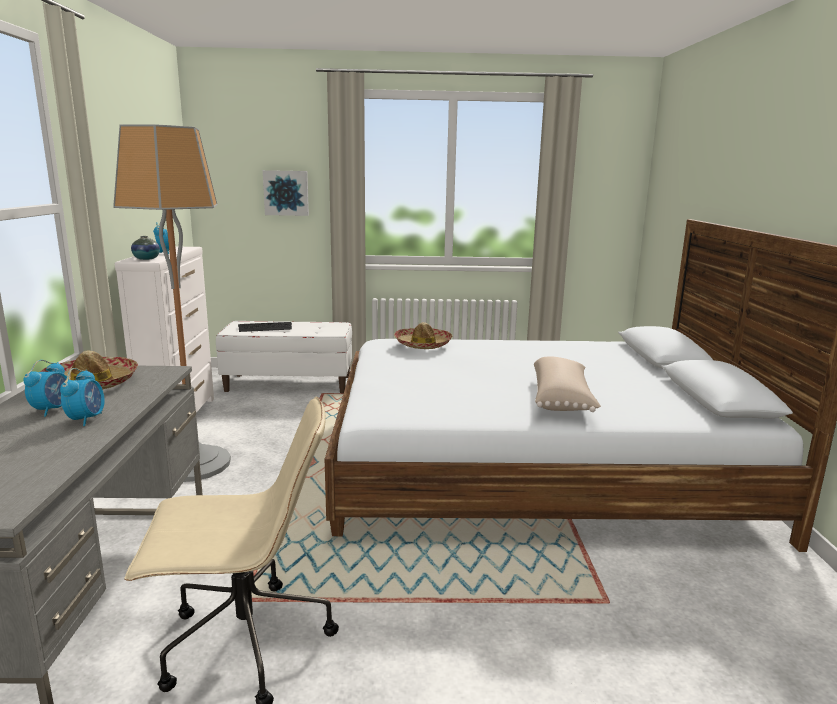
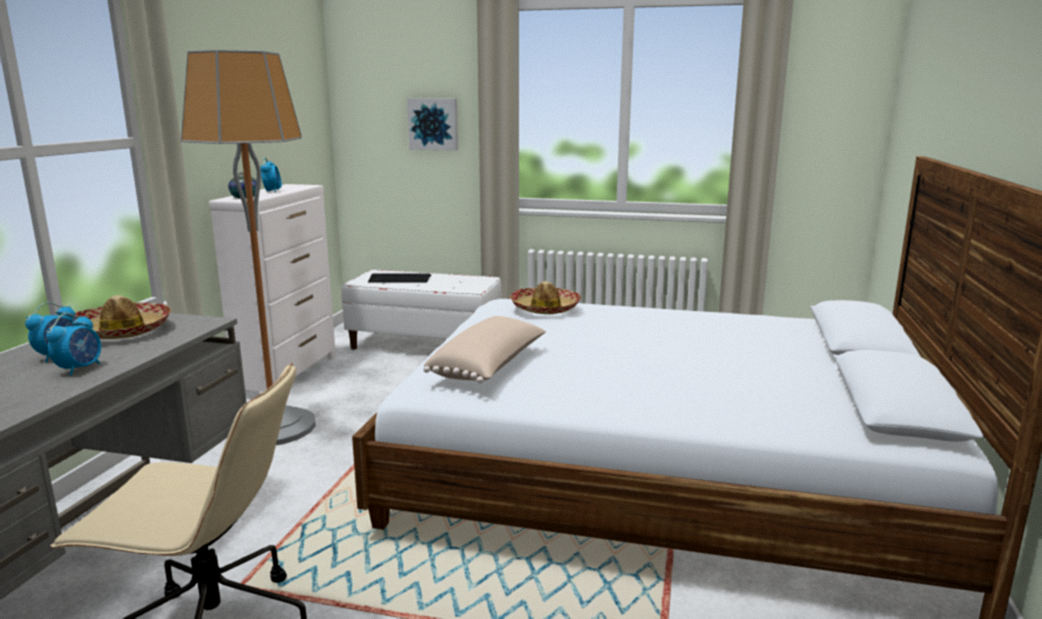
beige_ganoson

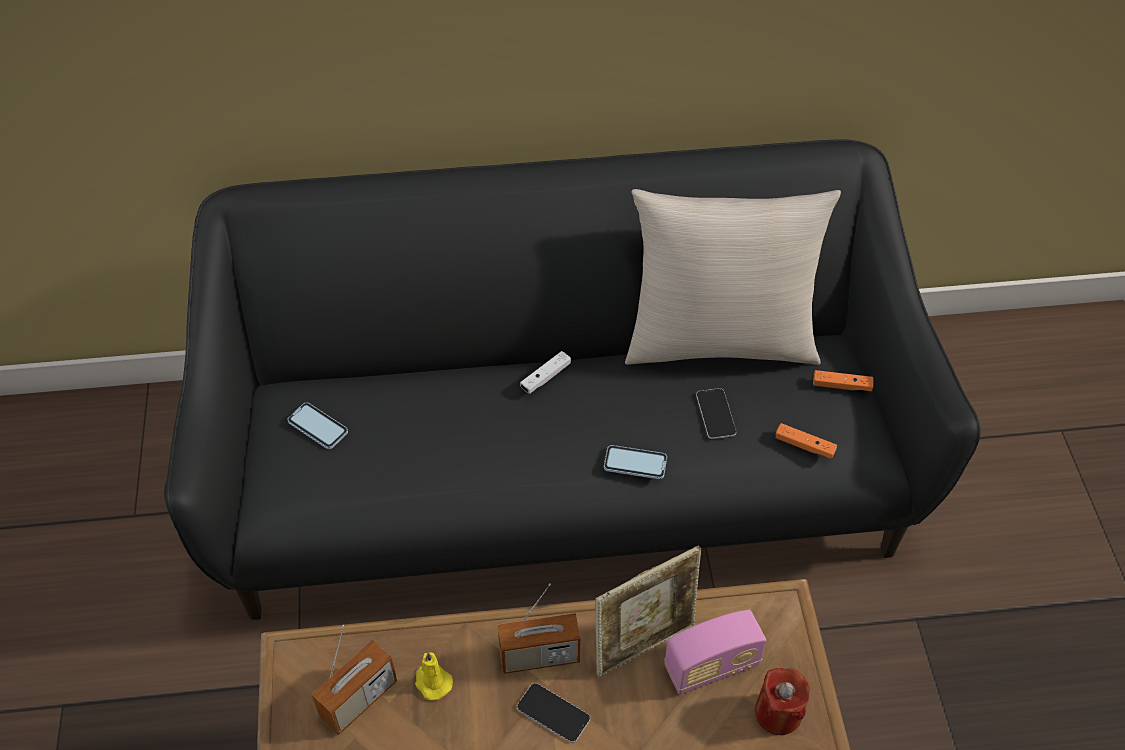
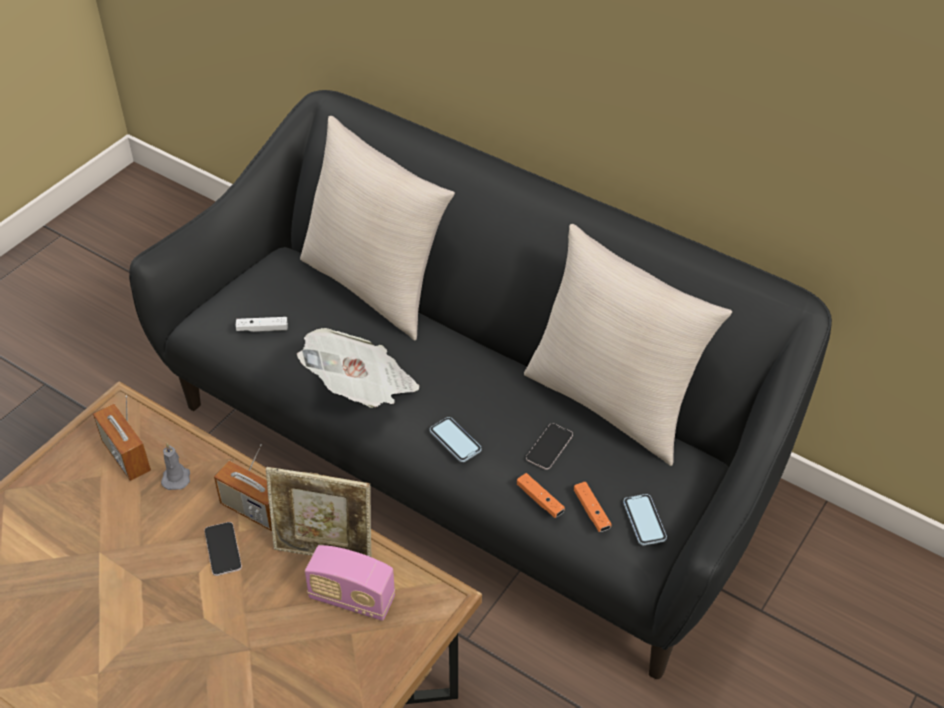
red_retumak
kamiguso
beige_ganoson (1st from left)
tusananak (4th from left)
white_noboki
orange_noboki (1st from left)
grey_retumak
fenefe (1st from left)

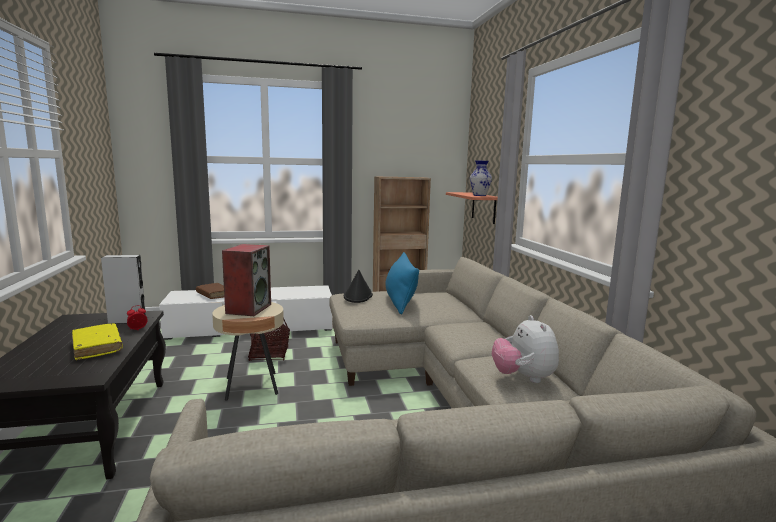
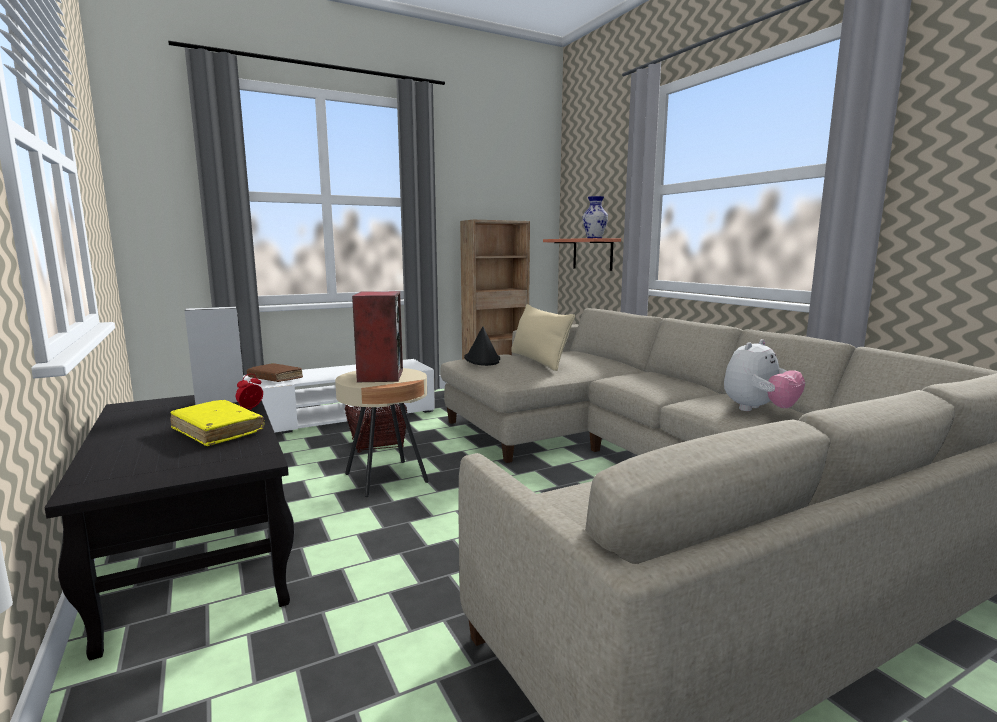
beige_ganoson
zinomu

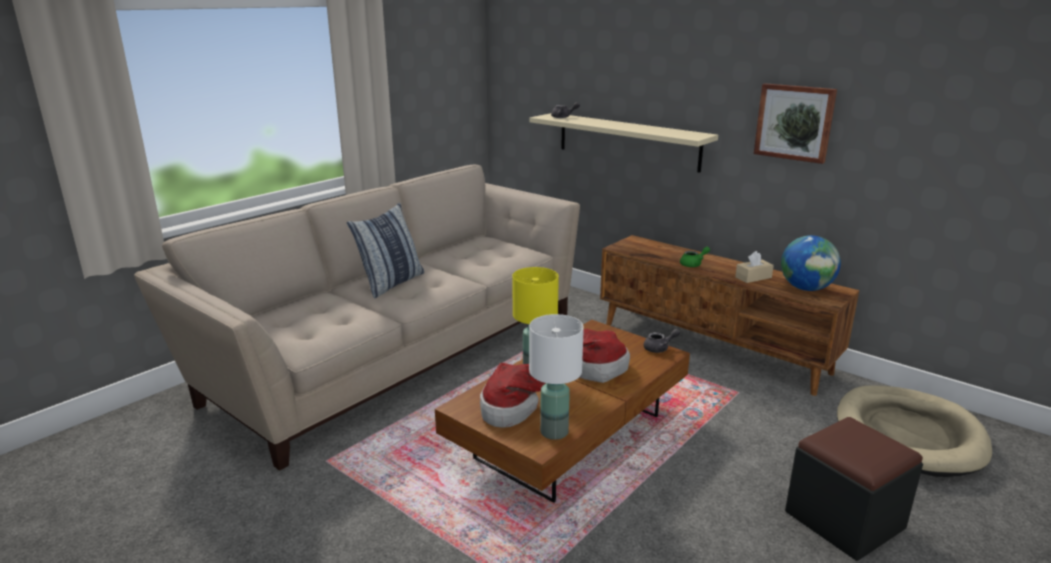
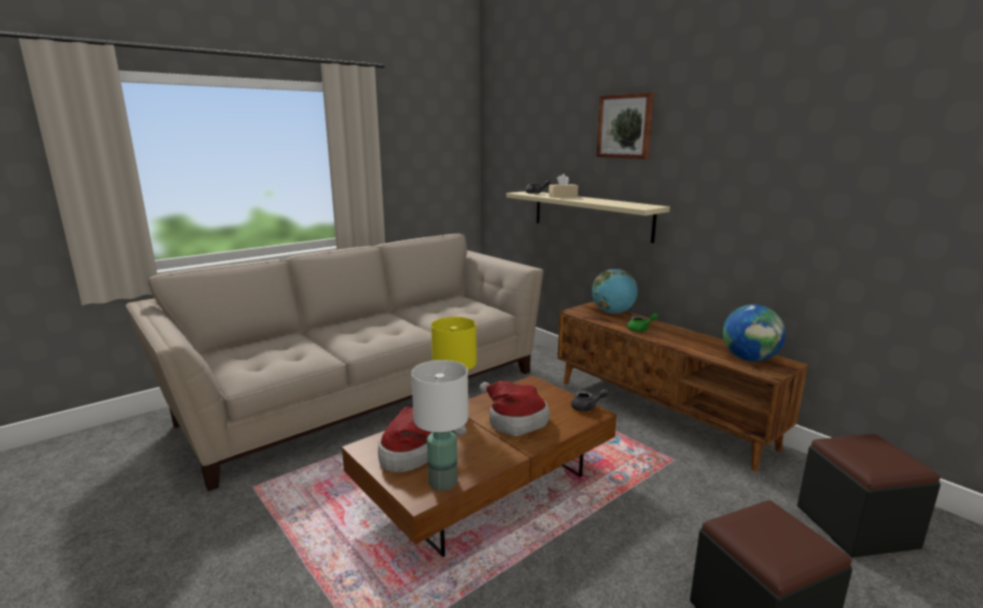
ganoson
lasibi (1st from left)
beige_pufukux
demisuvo
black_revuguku (2nd from left)

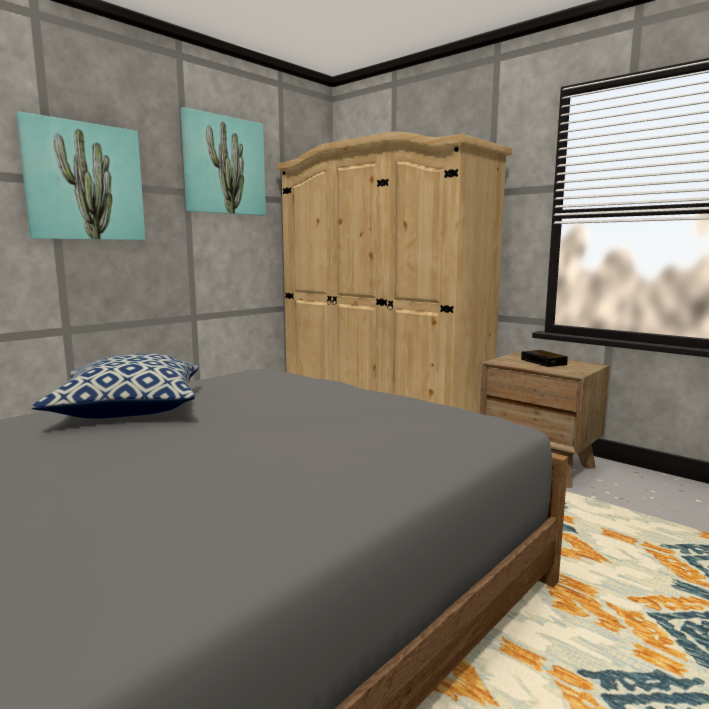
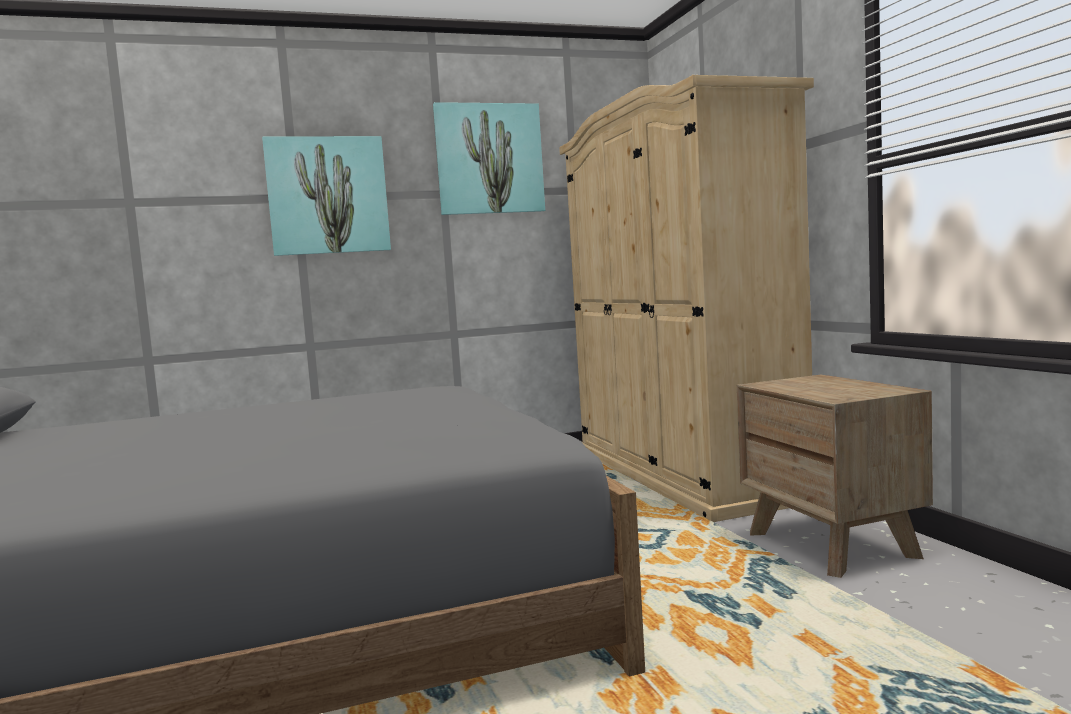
ganoson
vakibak

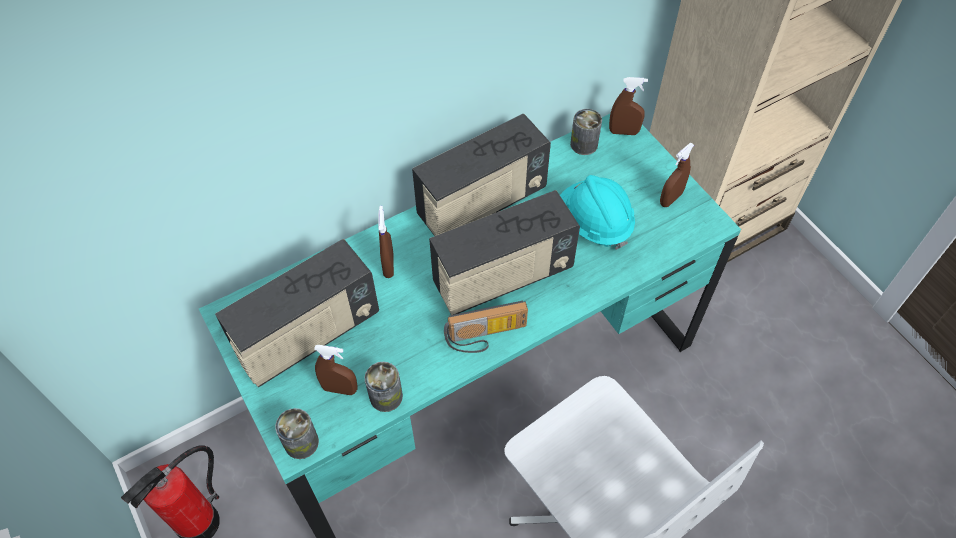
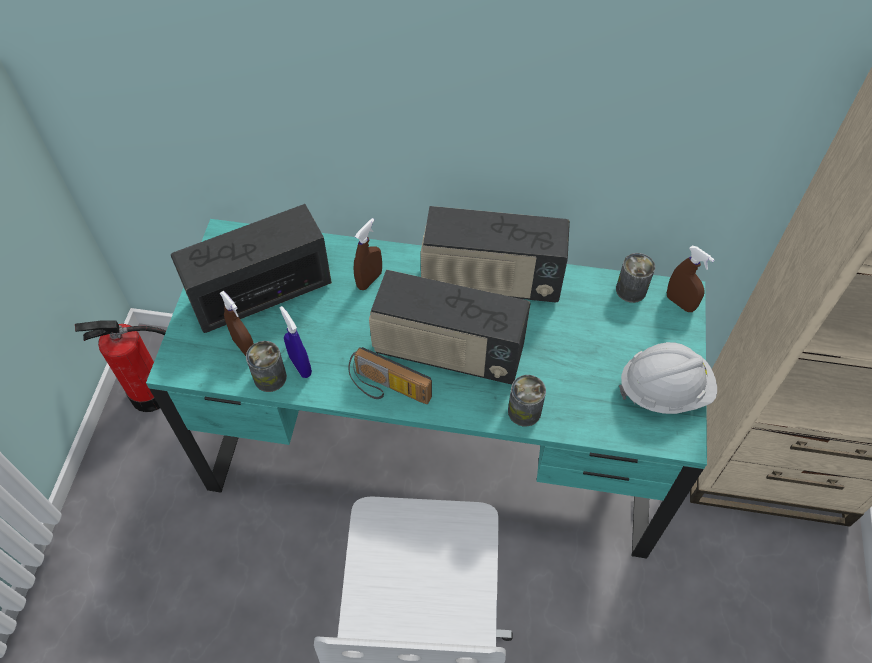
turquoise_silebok
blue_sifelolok
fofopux (2nd from left)
white_silebok
fenefe (1st from left)

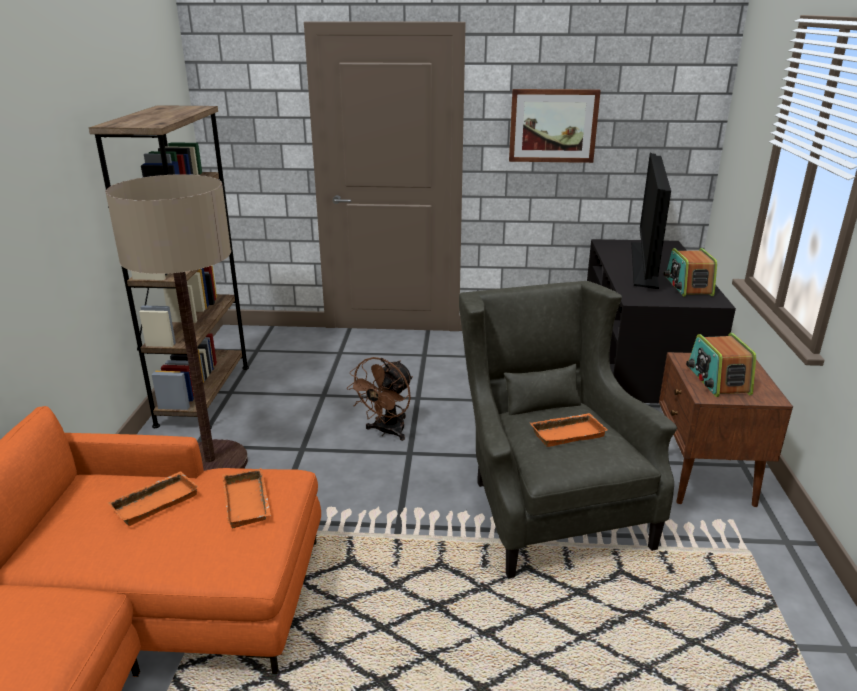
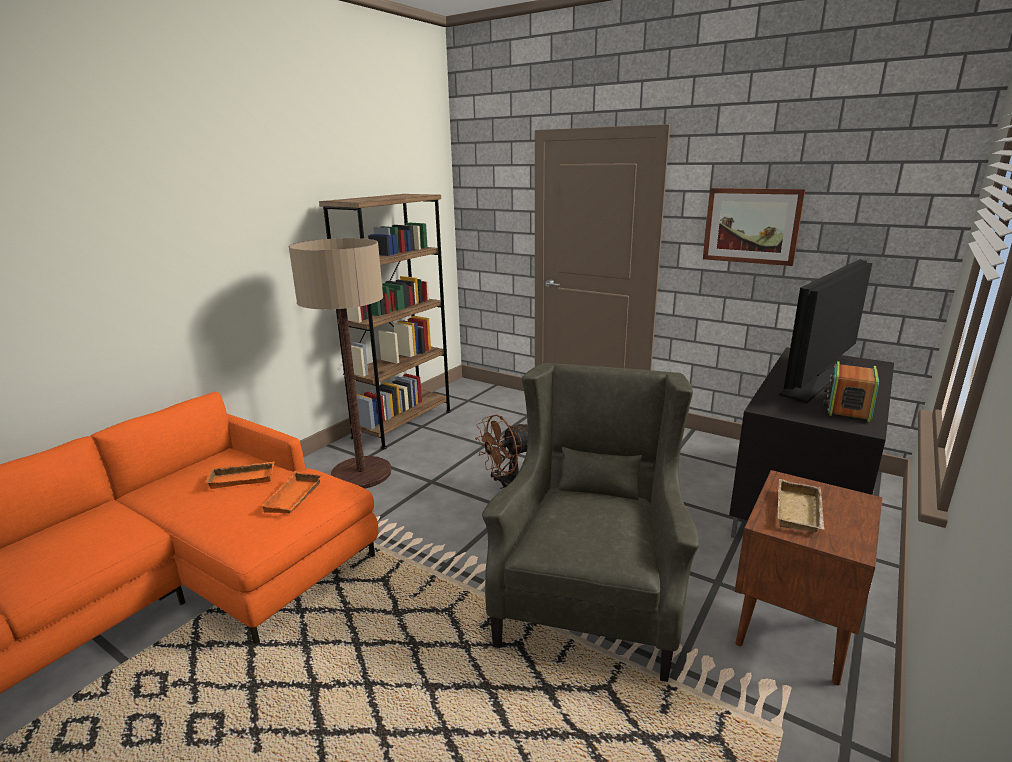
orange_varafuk (3rd from left in the first image)
beige_varafuk

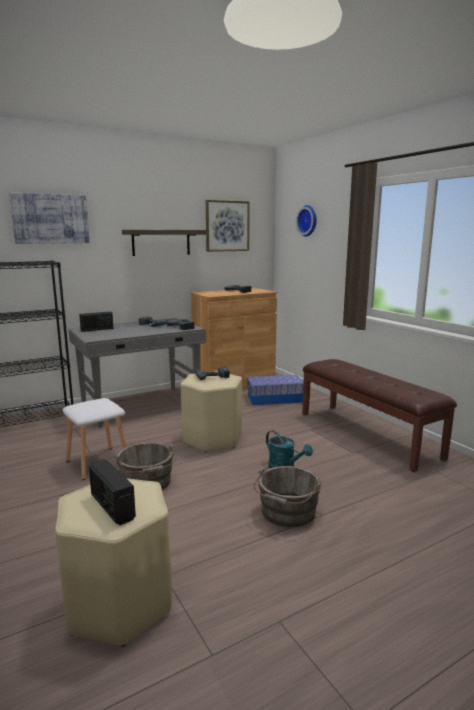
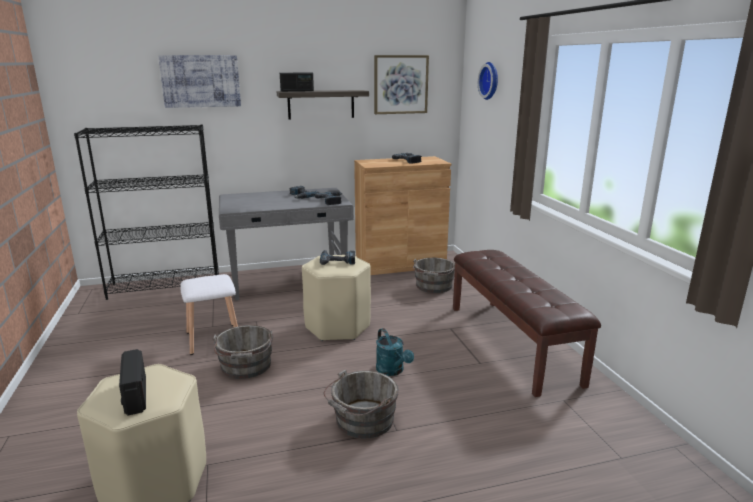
fenefe (2nd from left)
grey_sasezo (3rd from left)

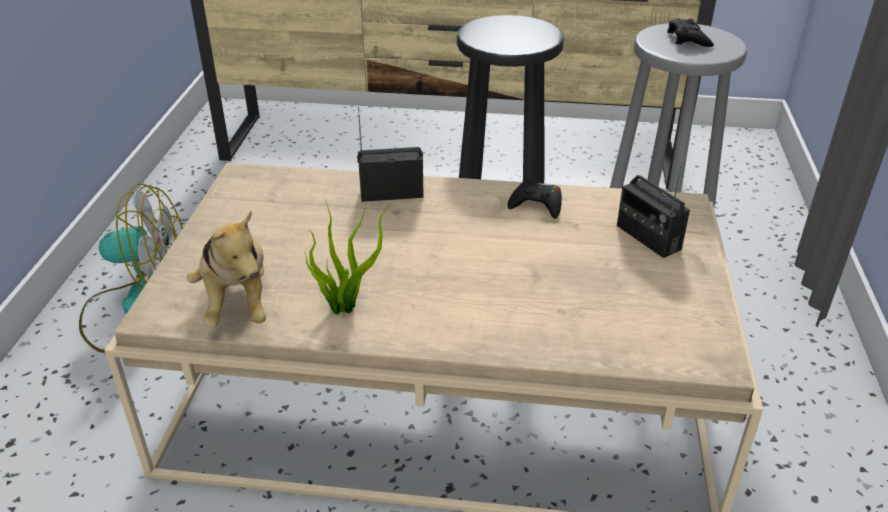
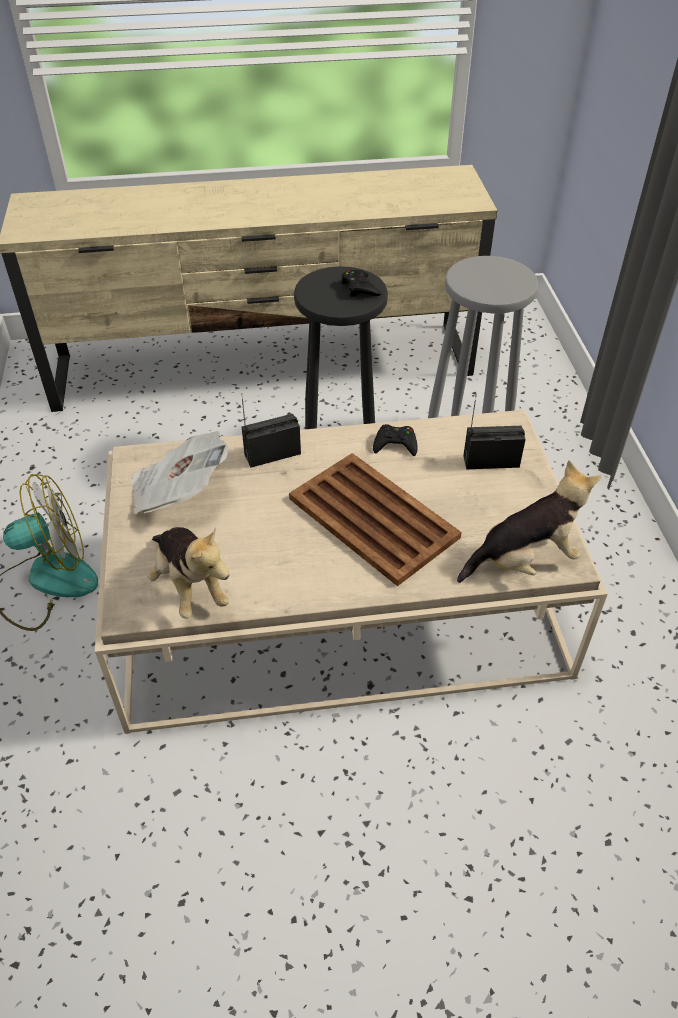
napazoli
kamiguso
brown_varafuk
zinomu (2nd from left)
black_noboki (1st from left)
fenefe (2nd from left)

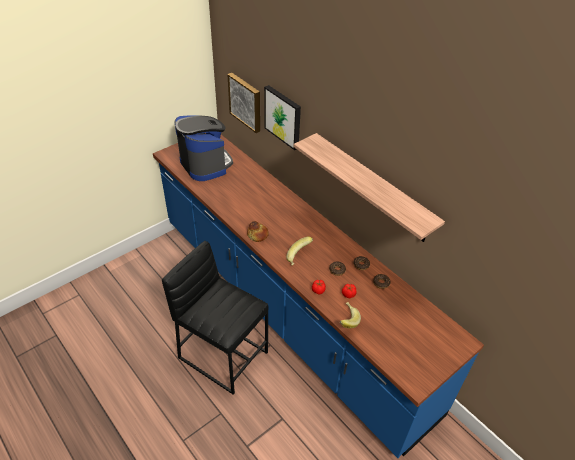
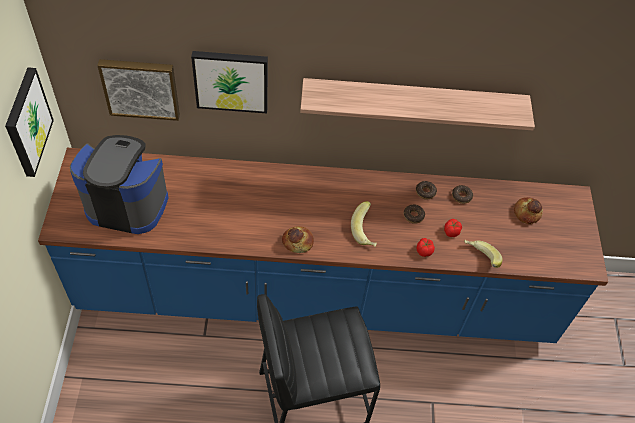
demisuvo (1st from left)
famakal (2nd from left)

